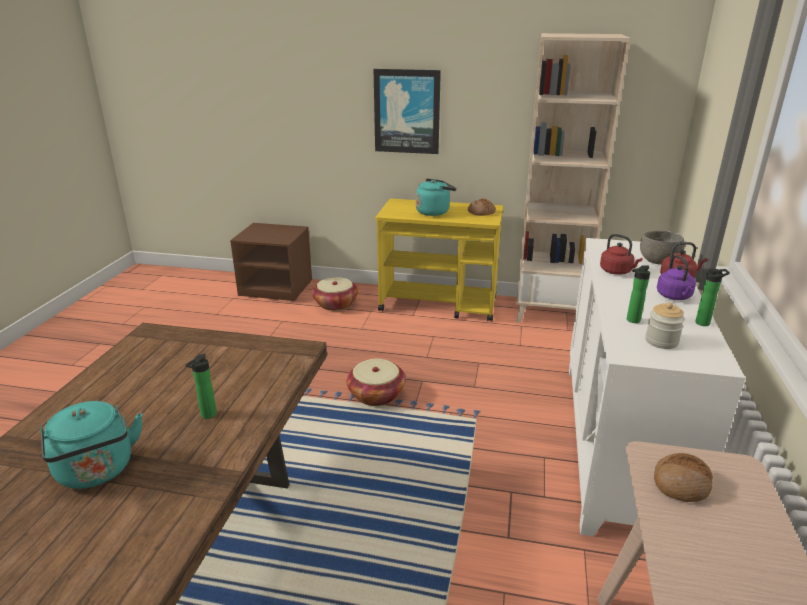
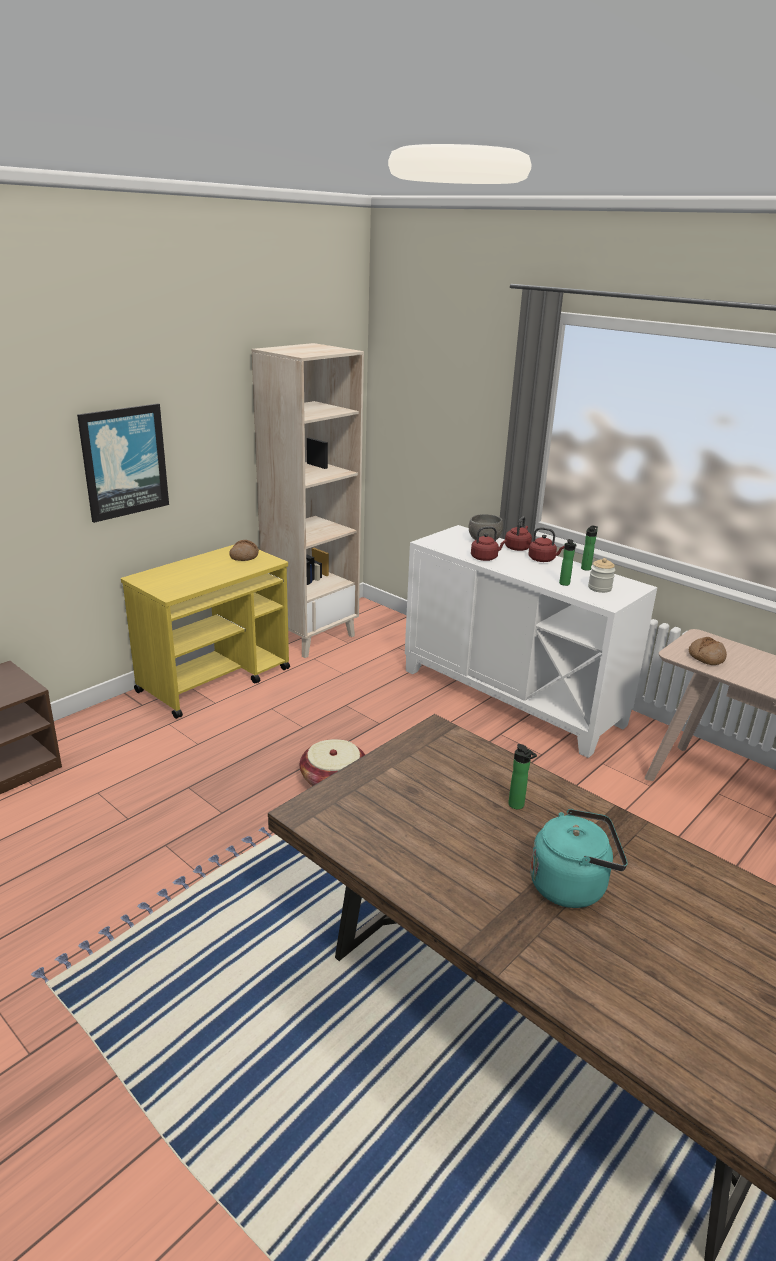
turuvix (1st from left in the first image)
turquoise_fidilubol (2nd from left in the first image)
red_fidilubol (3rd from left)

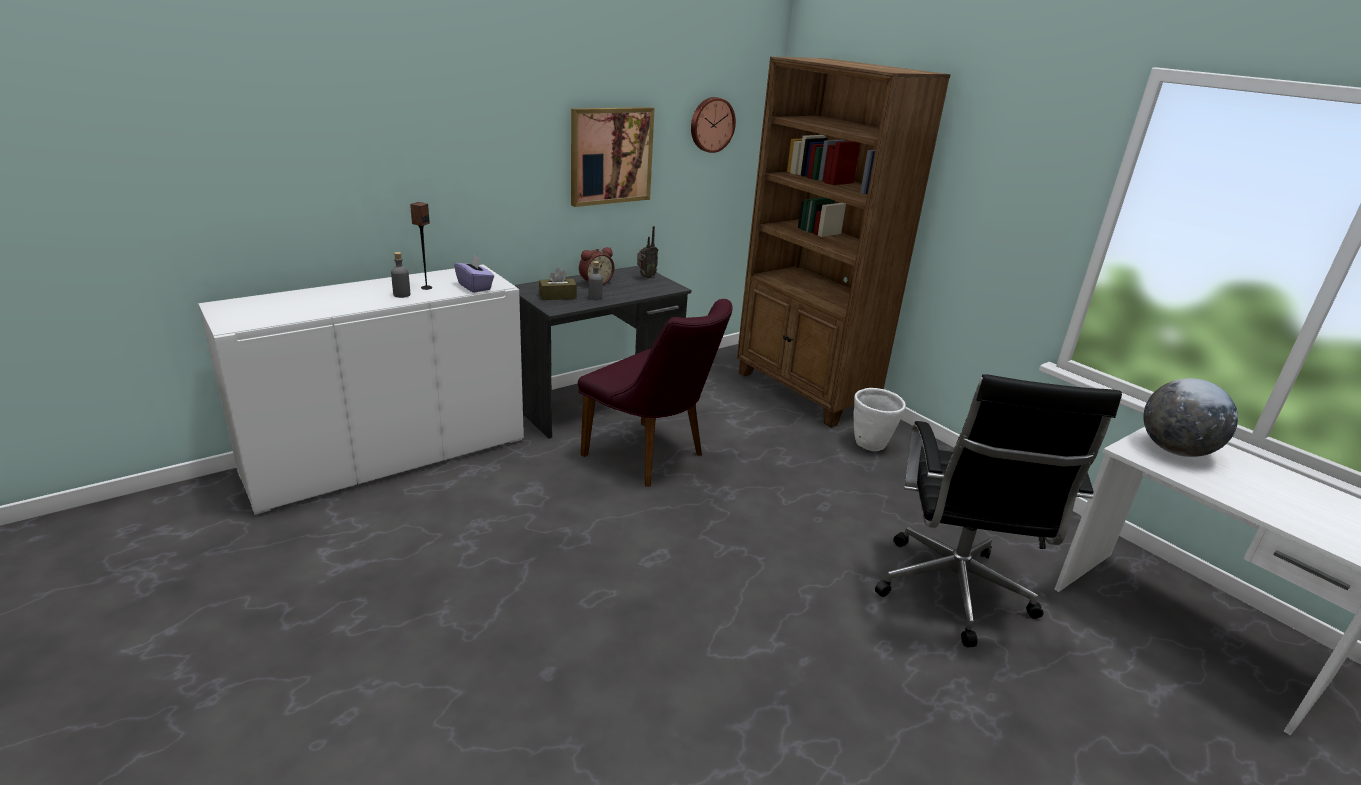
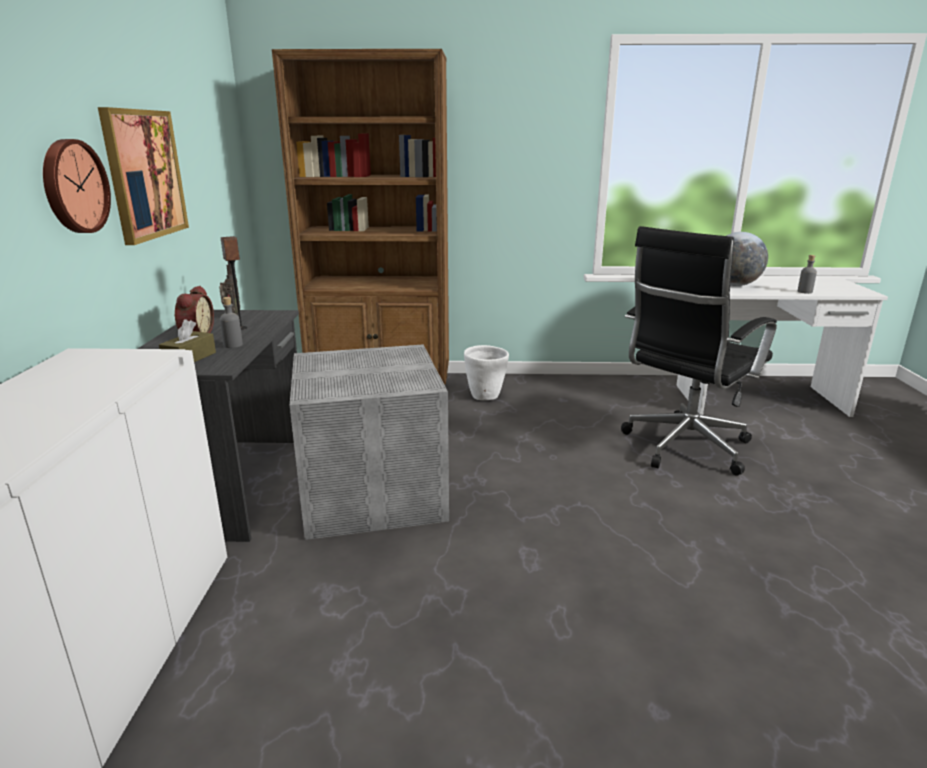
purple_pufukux
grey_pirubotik (2nd from left)
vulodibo
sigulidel
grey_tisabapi
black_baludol

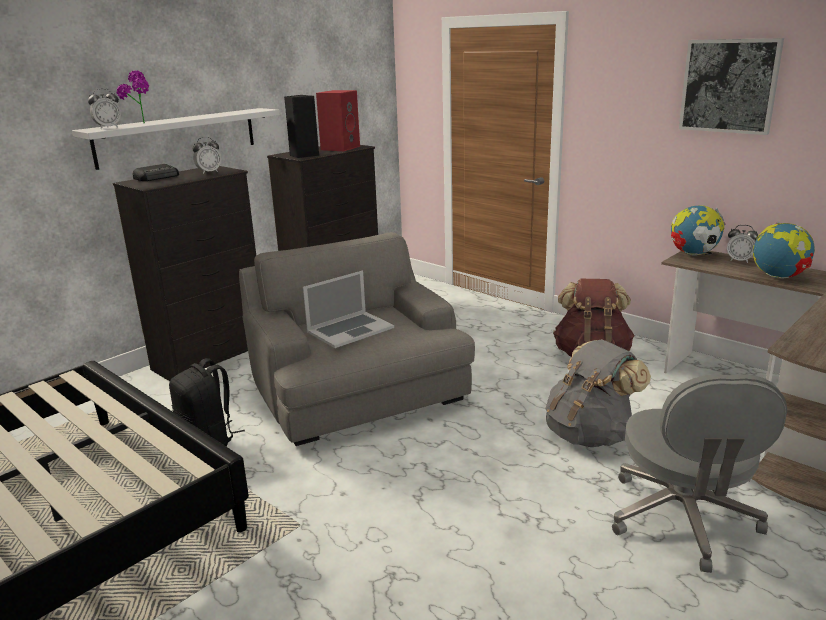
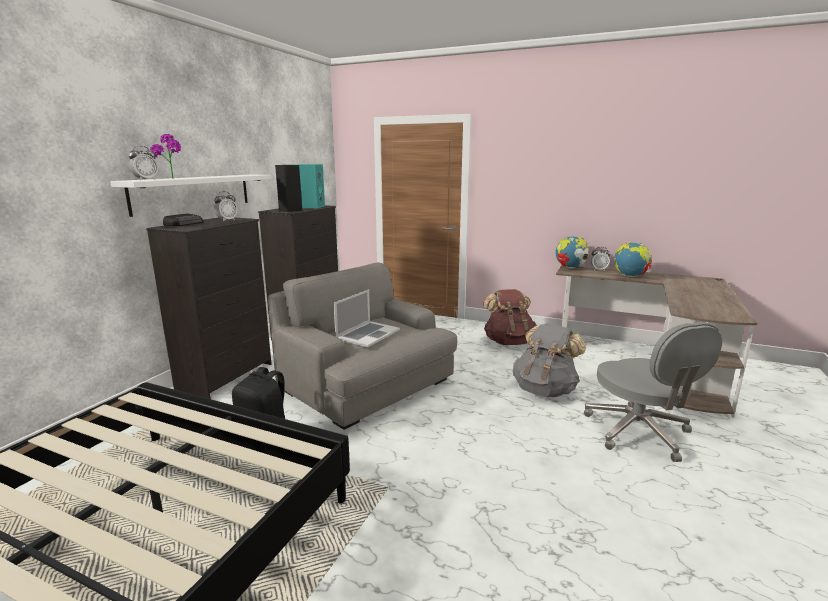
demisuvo
turquoise_vulodibo

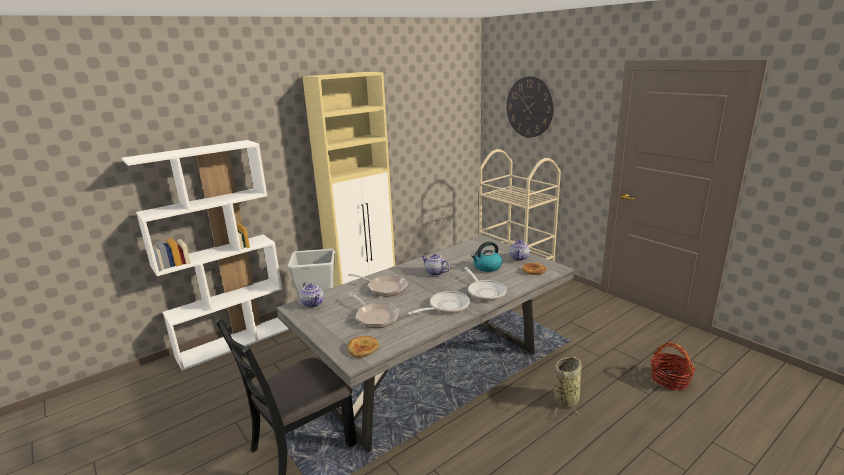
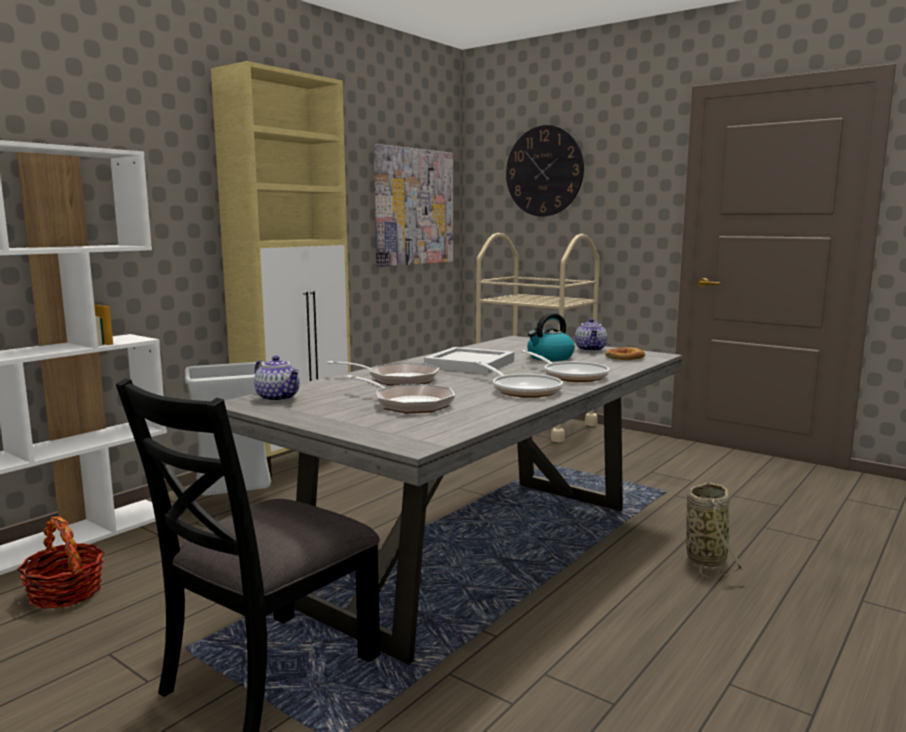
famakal (1st from left in the first image)
demisuvo
turuvix (1st from left)
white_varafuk
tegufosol (3rd from left)

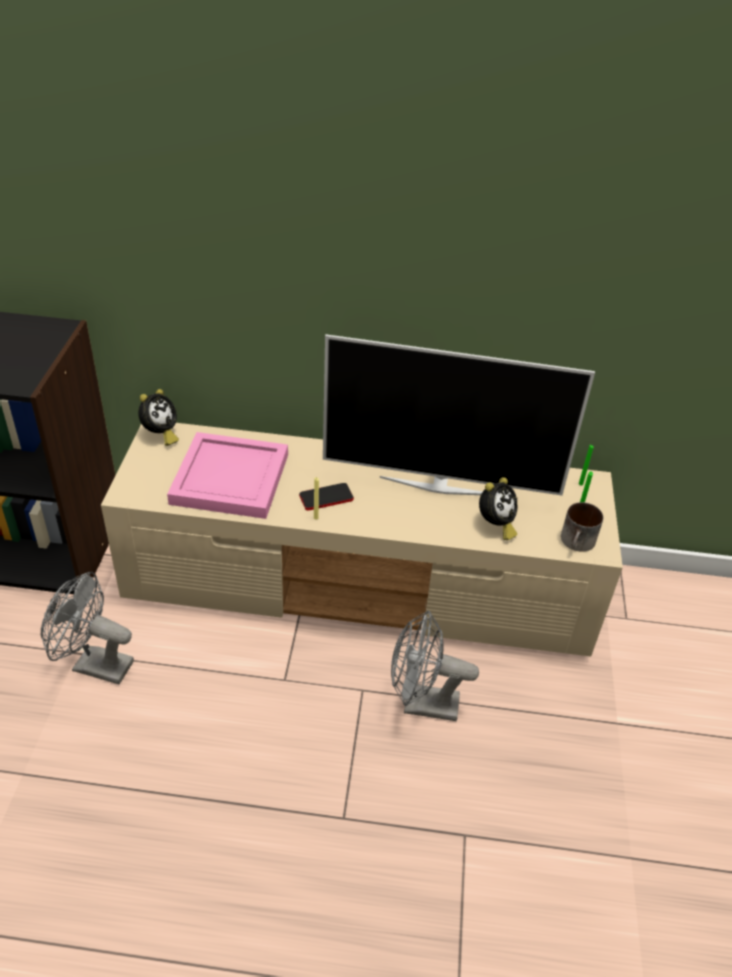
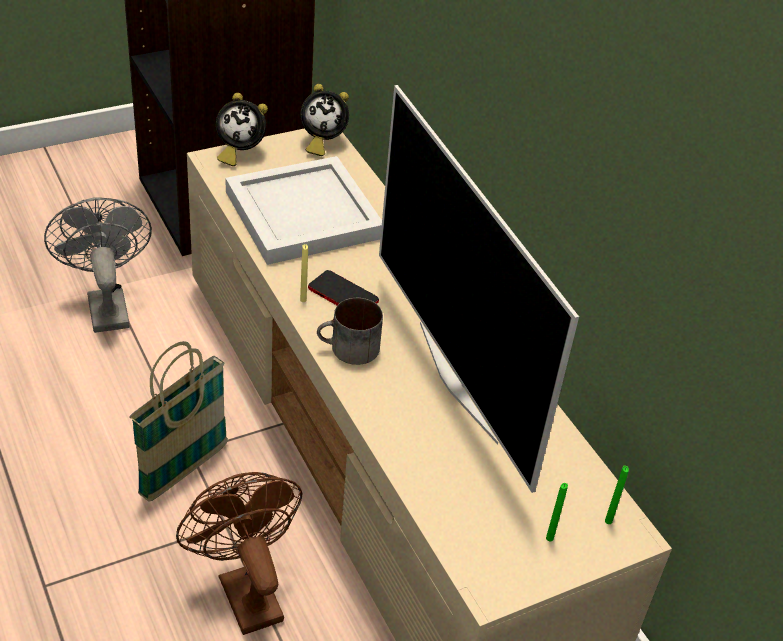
turuvix
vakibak (1st from left)
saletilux
white_varafuk
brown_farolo

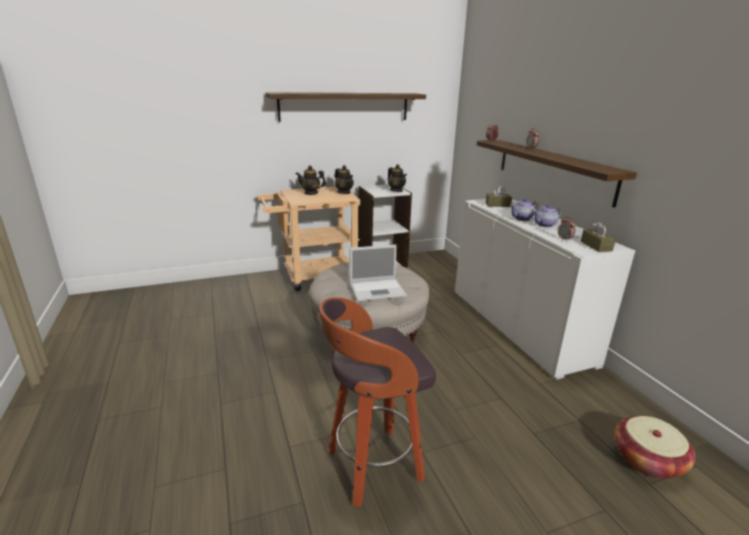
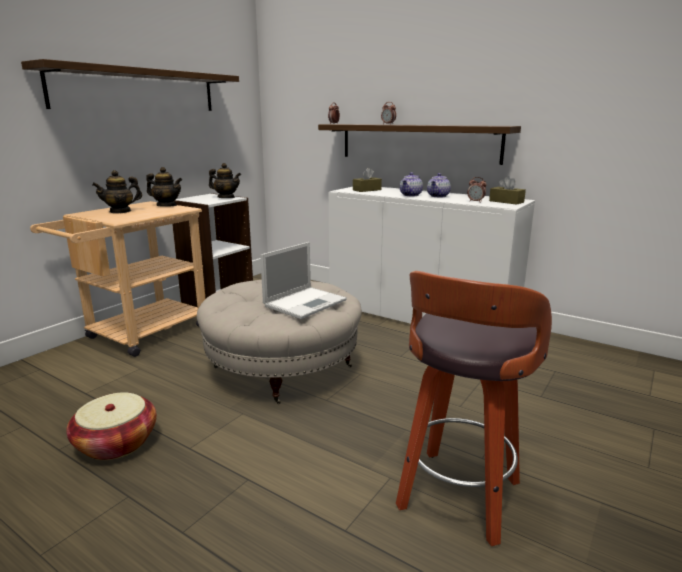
turuvix

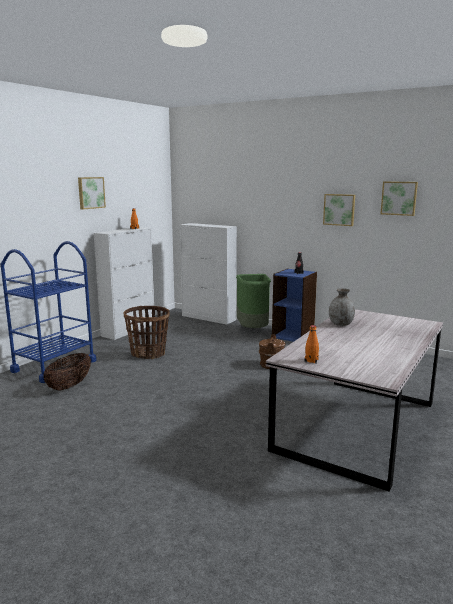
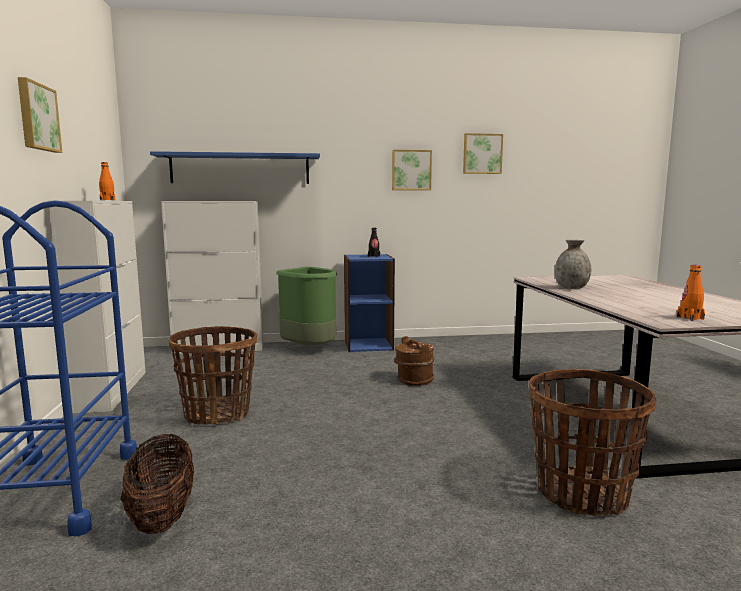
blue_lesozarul
turuvix (3rd from left)

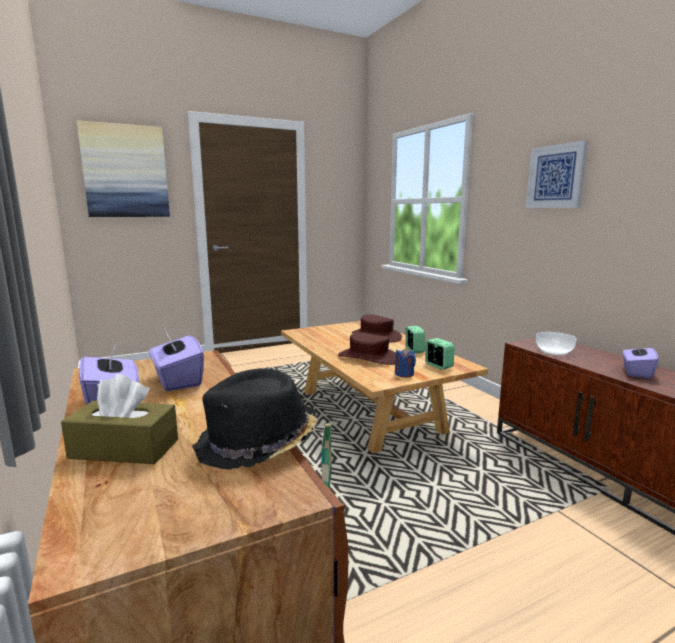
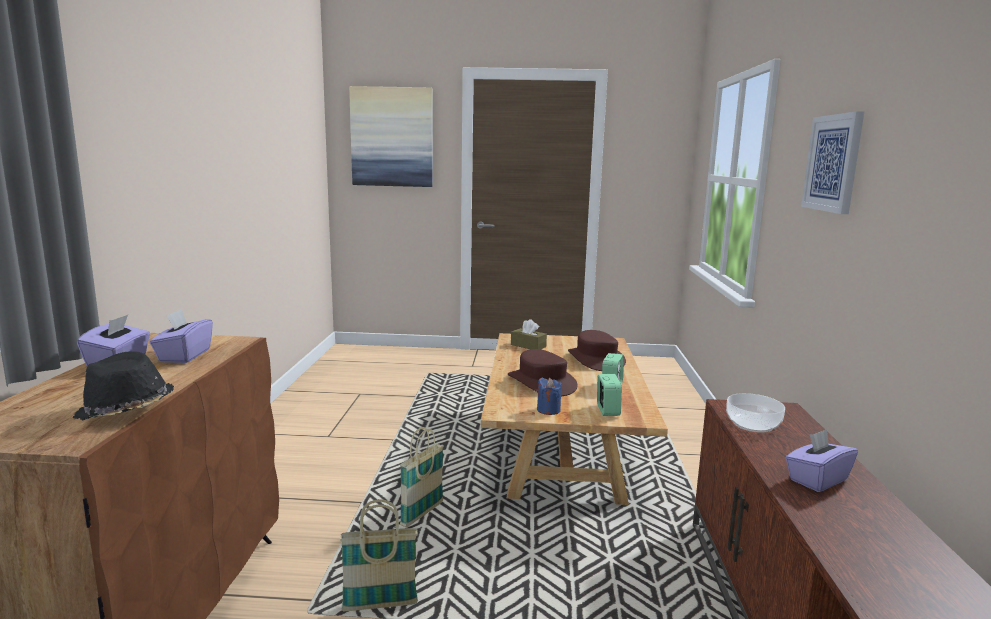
turuvix (1st from left)
brown_pufukux

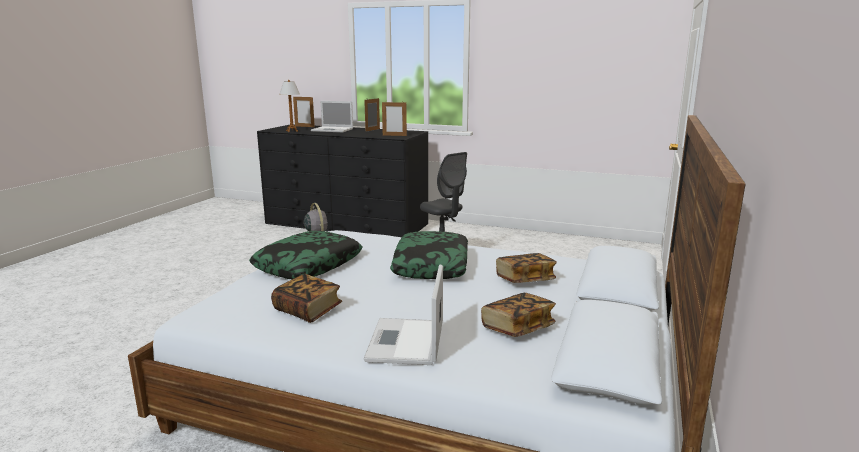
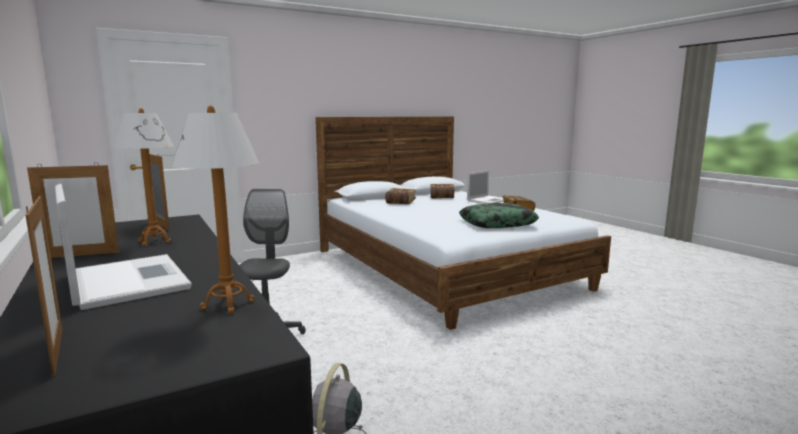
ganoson (2nd from left in the first image)
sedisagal (1st from left)

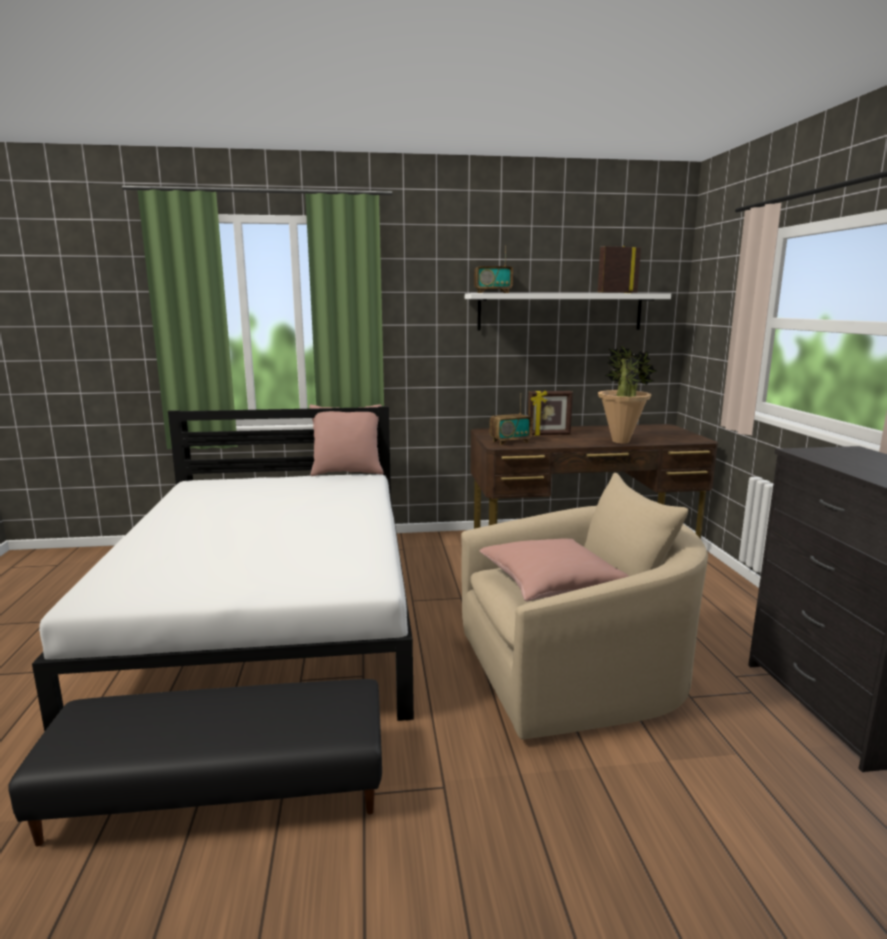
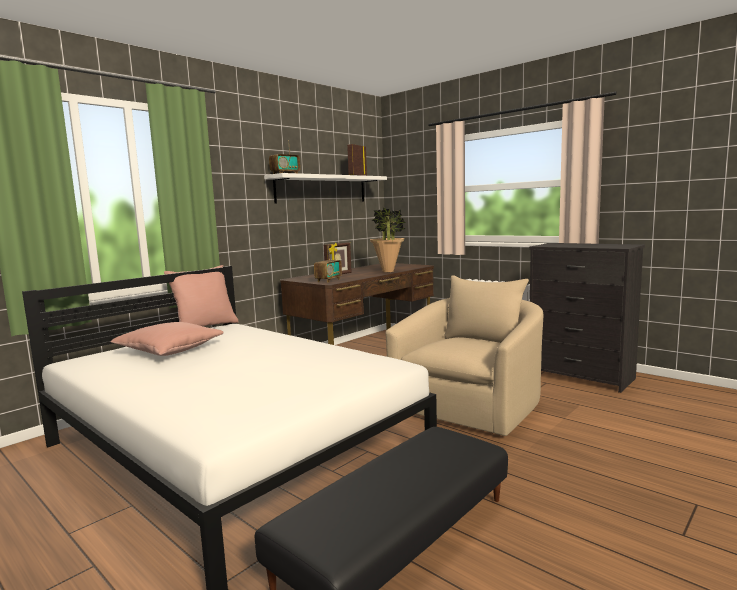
pink_ganoson (1st from left)

